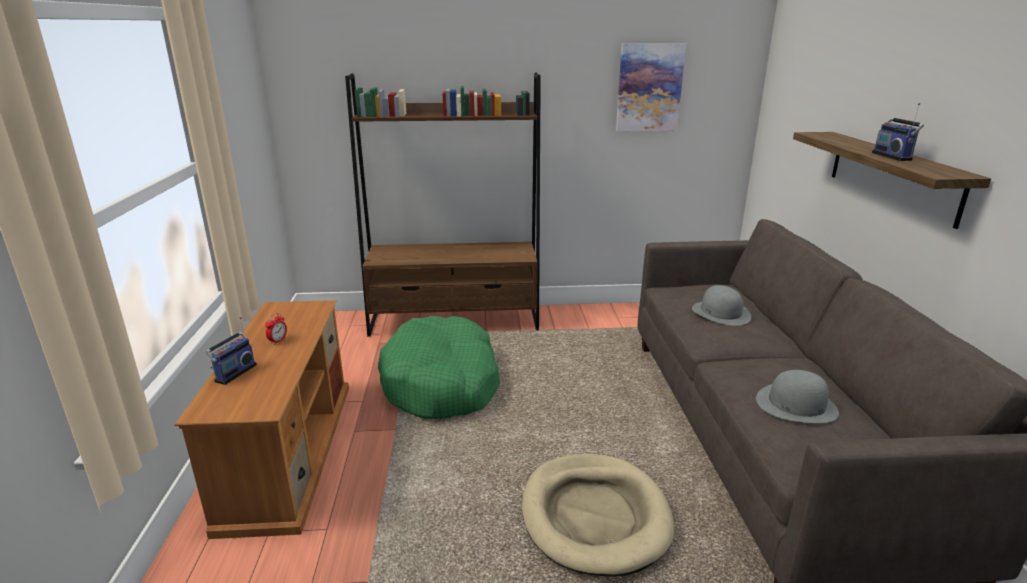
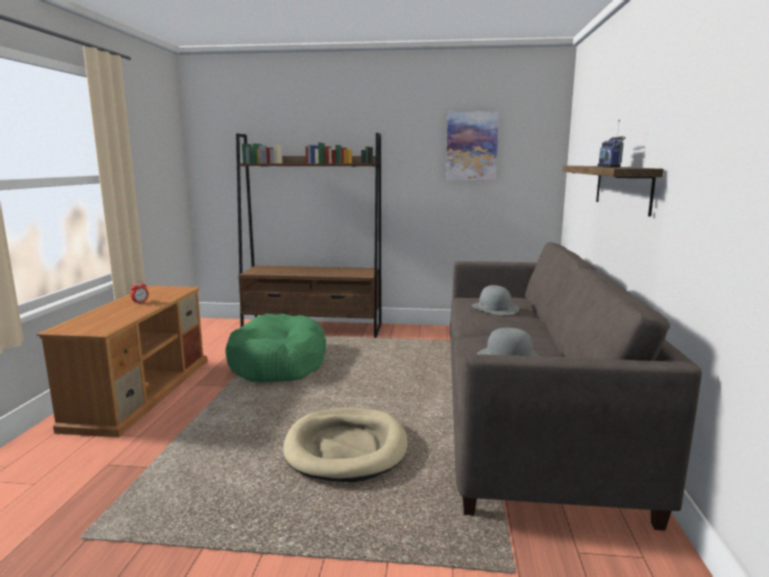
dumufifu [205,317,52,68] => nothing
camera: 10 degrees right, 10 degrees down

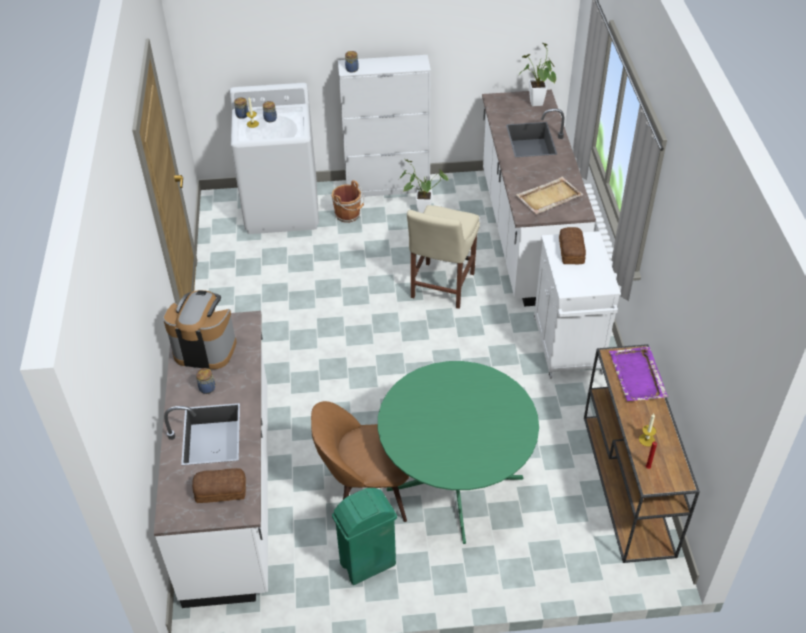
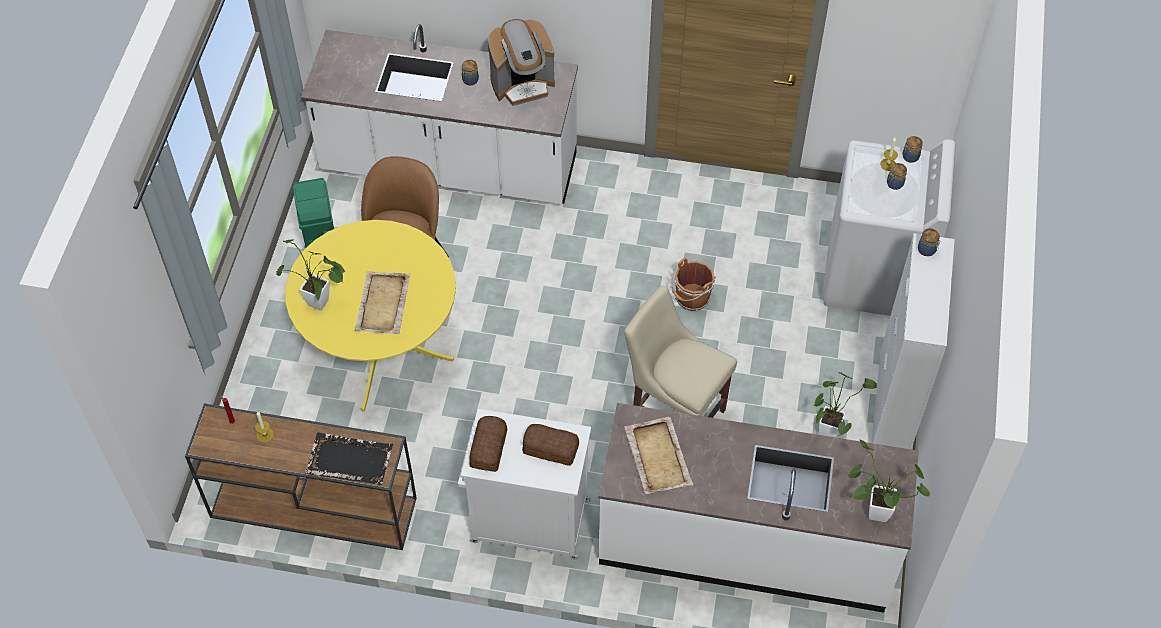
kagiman [163,290,74,80] => kagiman [488,19,67,87], 45 degrees clockwise
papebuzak [192,468,54,35] => papebuzak [469,416,38,56], shifted
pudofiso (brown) [331,180,33,43] => pudofiso (brown) [671,258,45,53], shifted
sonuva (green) [378,361,161,183] => sonuva (yellow) [285,220,171,192]
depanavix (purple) [609,347,59,54] => depanavix (black) [305,432,88,53]
nothing => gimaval [276,239,69,72]
nothing => depanavix (beige) [355,271,55,63]
camera: 105 degrees right, 10 degrees up

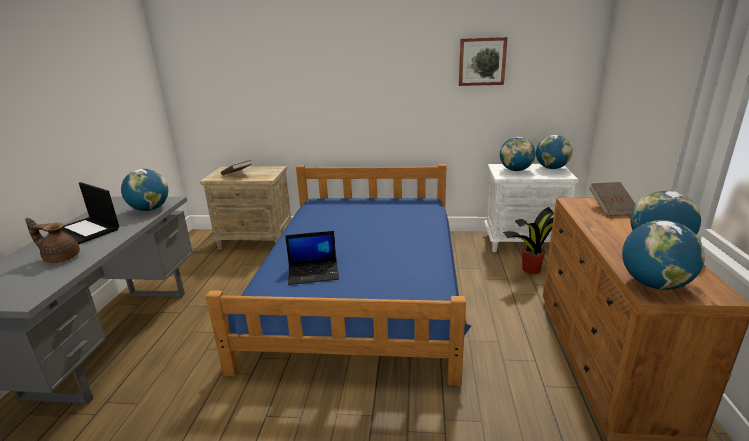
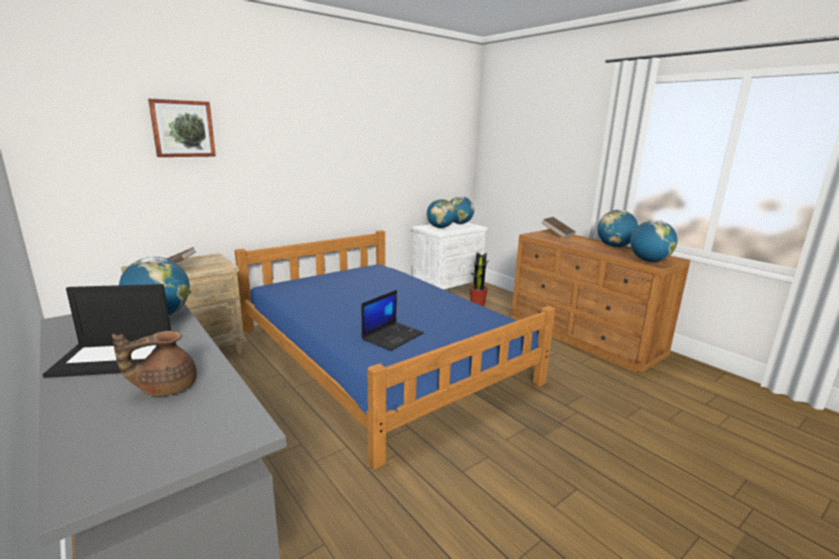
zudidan [459,37,49,49] => zudidan [148,99,68,58], shifted
camera: 45 degrees left, 5 degrees down

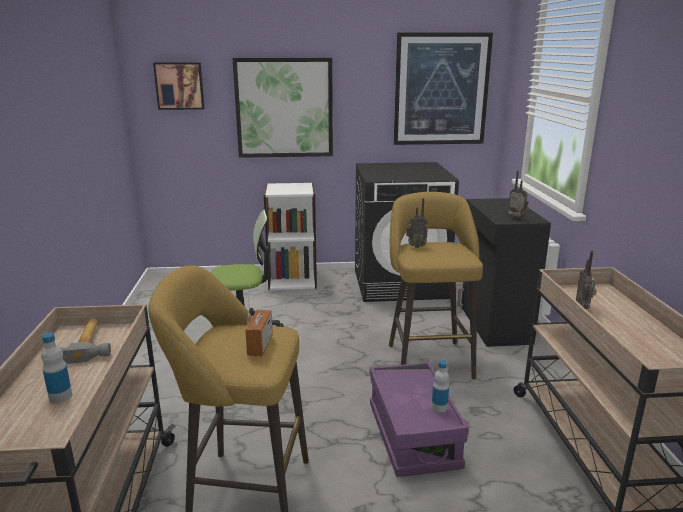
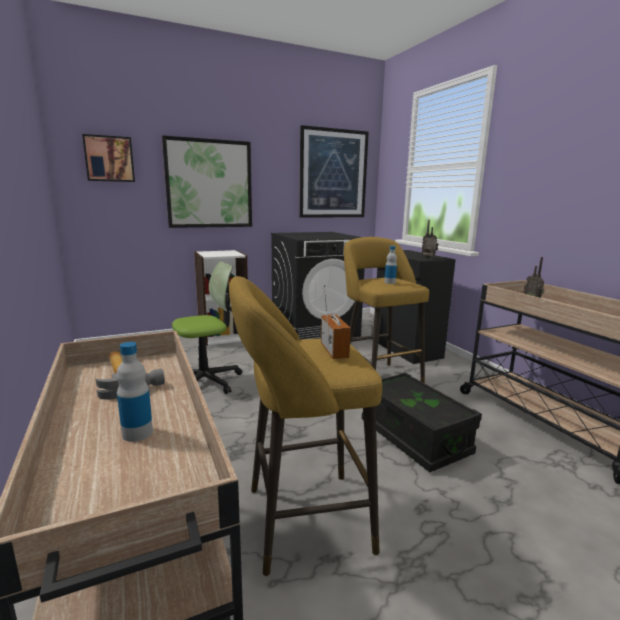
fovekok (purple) [369,361,100,116] => fovekok (black) [362,372,120,100]
dumufifu [406,198,22,50] => nothing
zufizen [432,360,17,53] => zufizen [384,246,13,38], shifted
camera: 20 degrees left, 5 degrees down

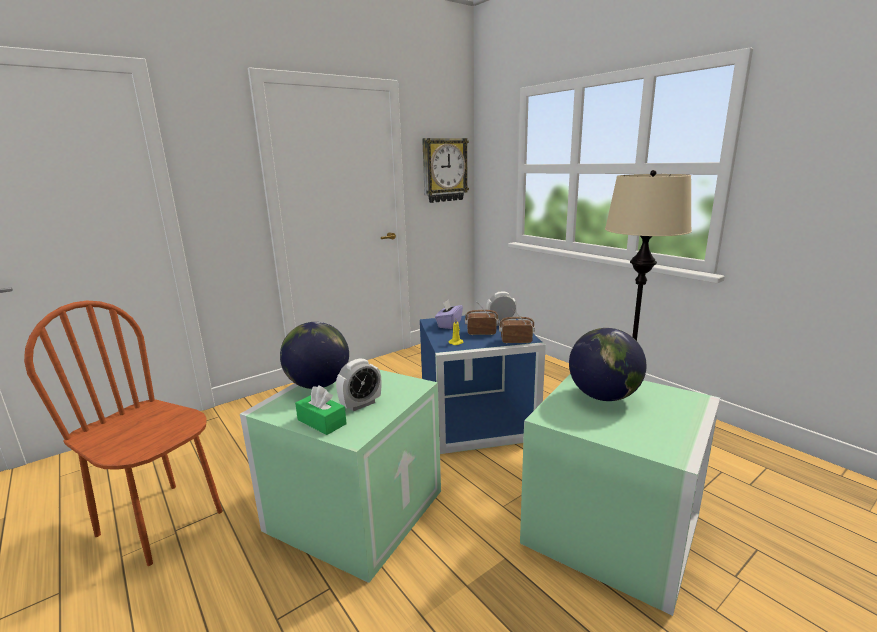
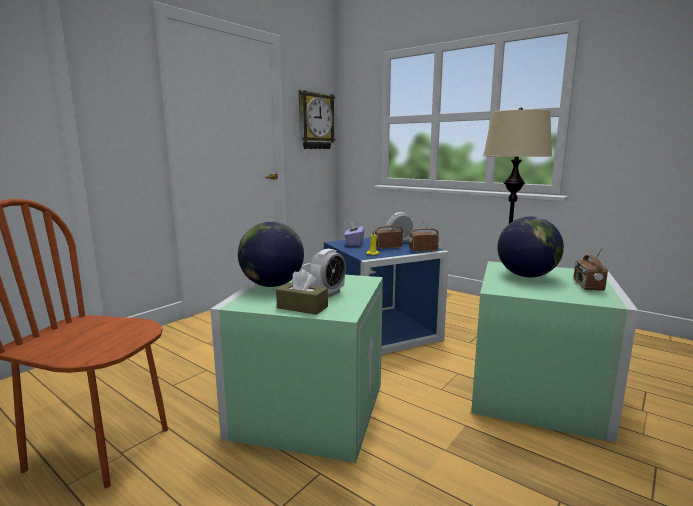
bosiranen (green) [295,385,52,50] => bosiranen (brown) [276,269,52,46]
nothing => dumufifu [574,246,34,45]
camera: 15 degrees left, 5 degrees down

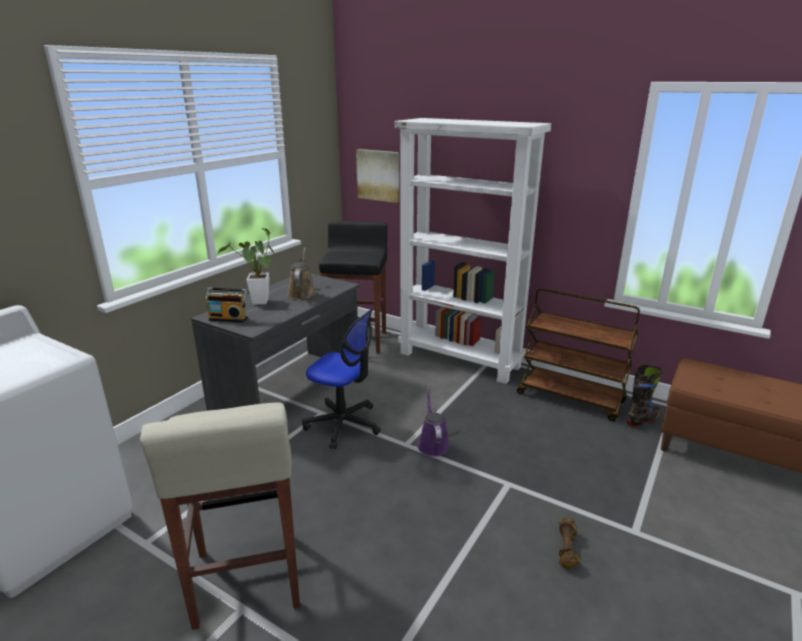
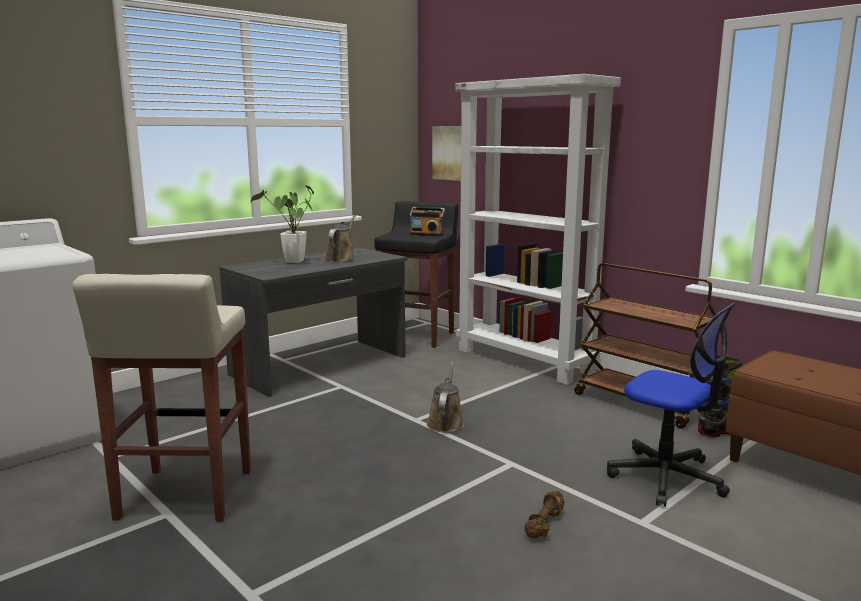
dumufifu [205,287,42,36] => dumufifu [410,207,35,29], shifted
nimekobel [302,308,79,141] => nimekobel [607,302,129,205], shifted
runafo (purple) [418,387,32,70] => runafo (brown) [427,362,37,71]
camera: 15 degrees right, 10 degrees down

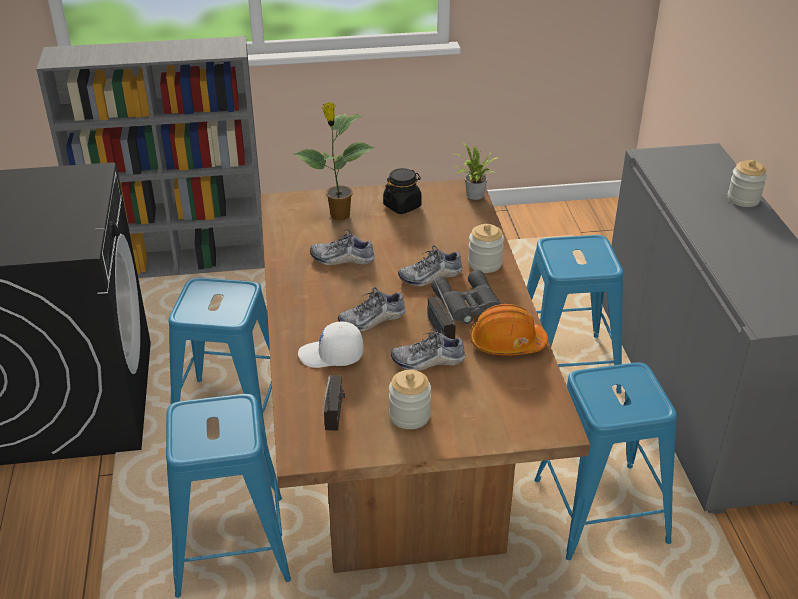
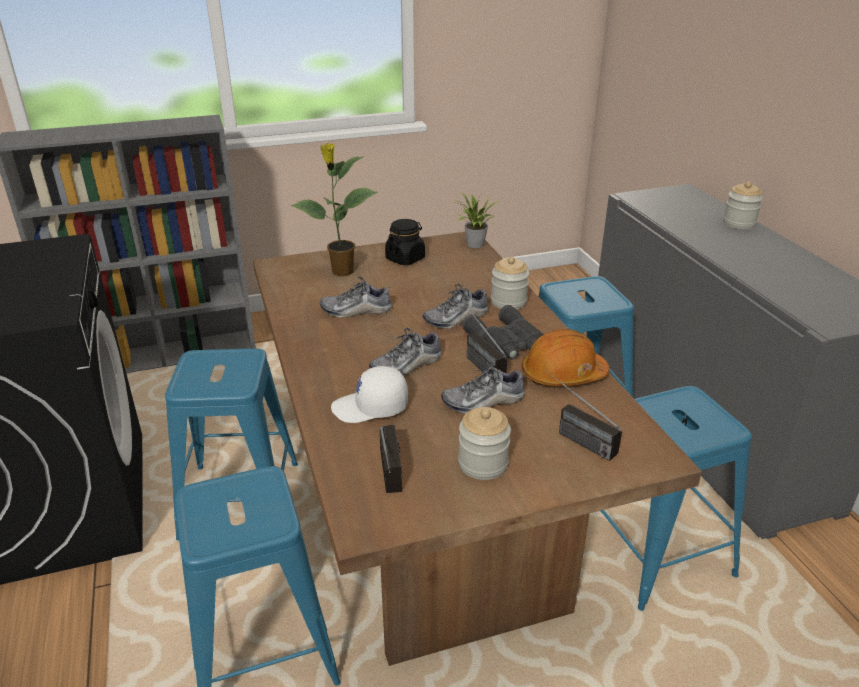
nothing => dumufifu [545,370,77,91]
camera: 10 degrees left, 5 degrees down

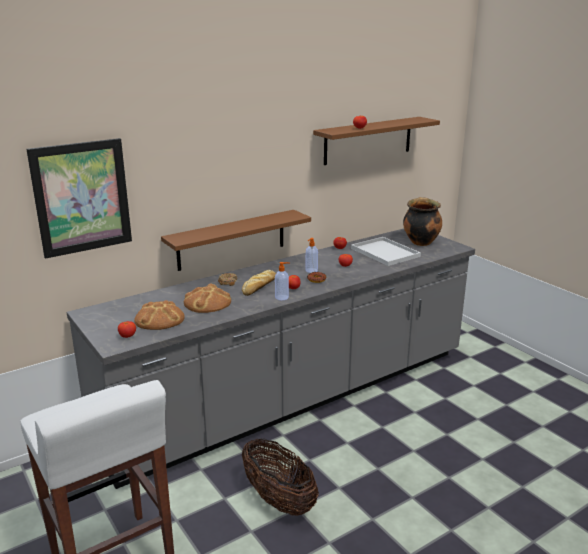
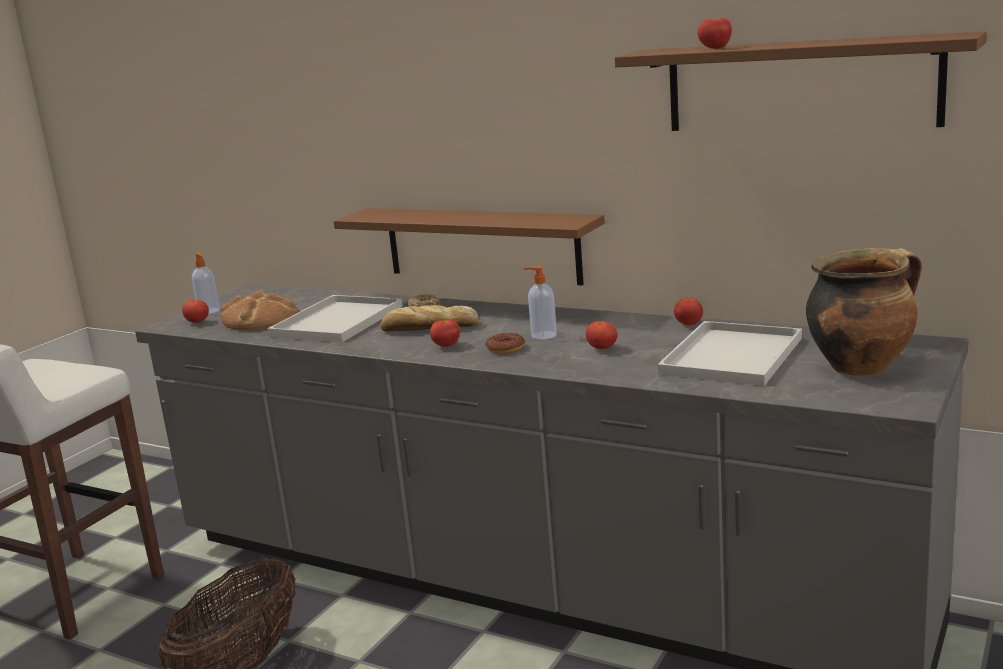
zudidan [26,138,106,121] => nothing
papebuzak [184,283,47,30] => depanavix (white) [268,295,135,47]
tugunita [275,262,15,38] => tugunita [192,253,28,61], shifted
camera: 65 degrees right, 5 degrees down

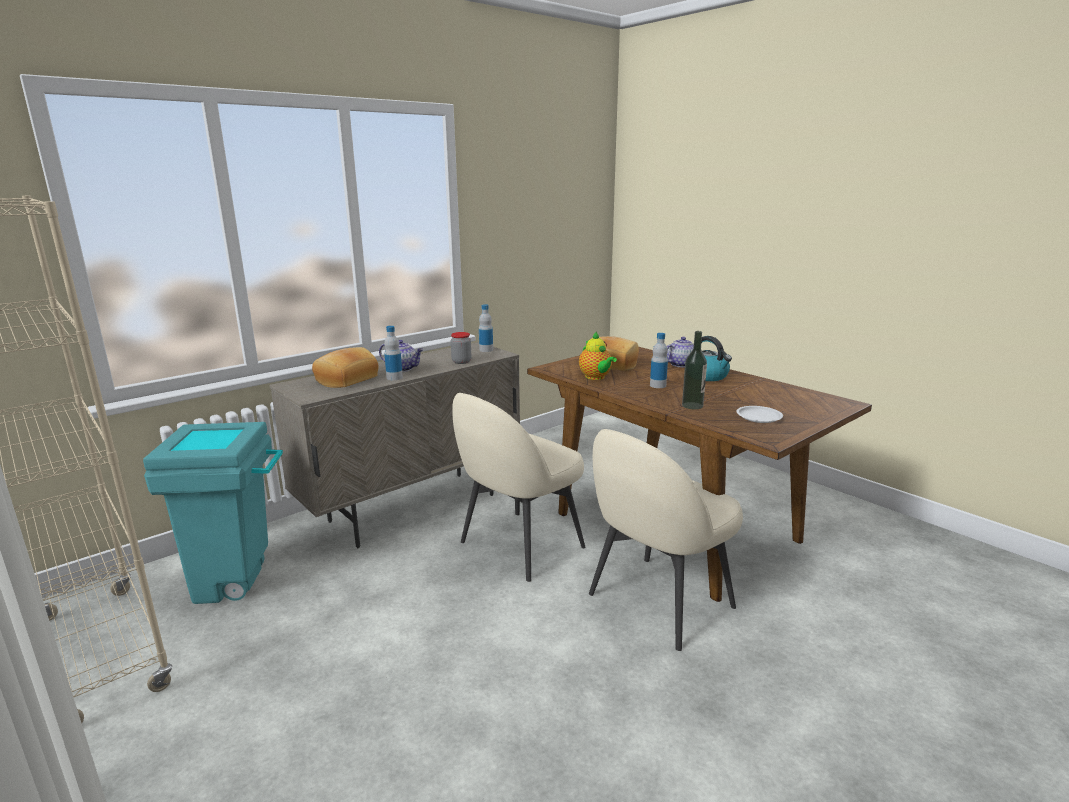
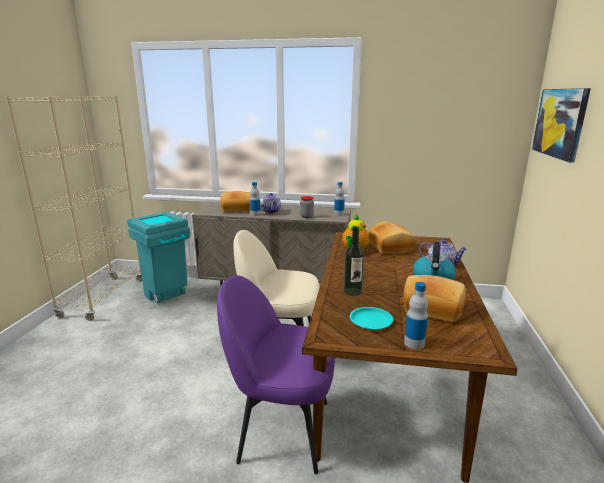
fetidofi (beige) [589,429,154,222] => fetidofi (purple) [217,275,118,199]
zufizen [650,333,18,55] => zufizen [404,282,24,67], shifted
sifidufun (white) [736,406,47,17] => sifidufun (turquoise) [350,307,43,22]
nothing => papebuzak [403,275,63,47]
nothing => zudidan [532,88,59,75]
camera: 50 degrees right, 0 degrees up

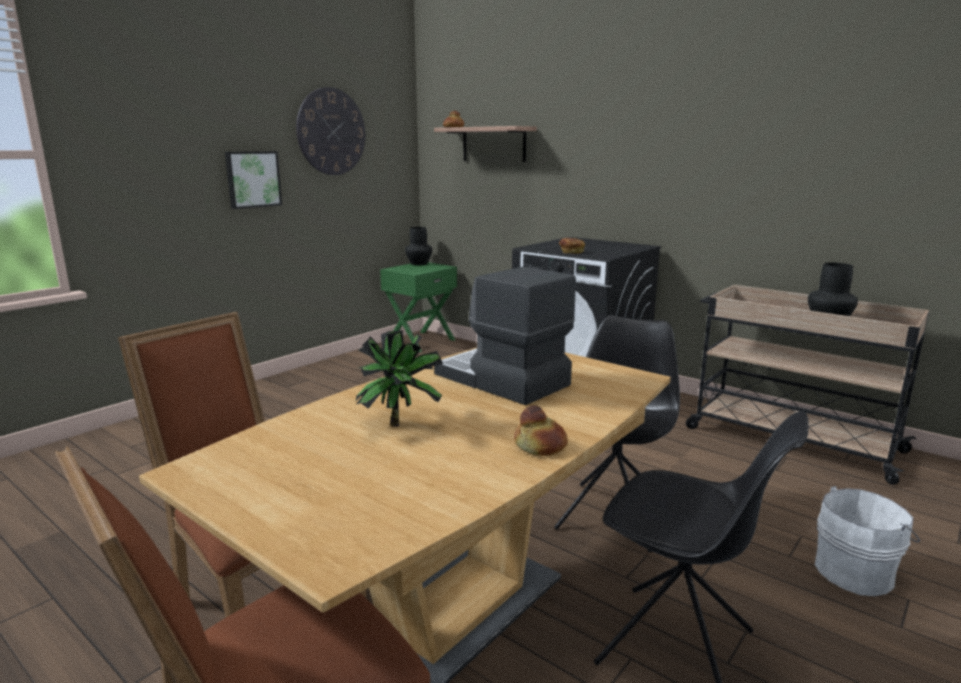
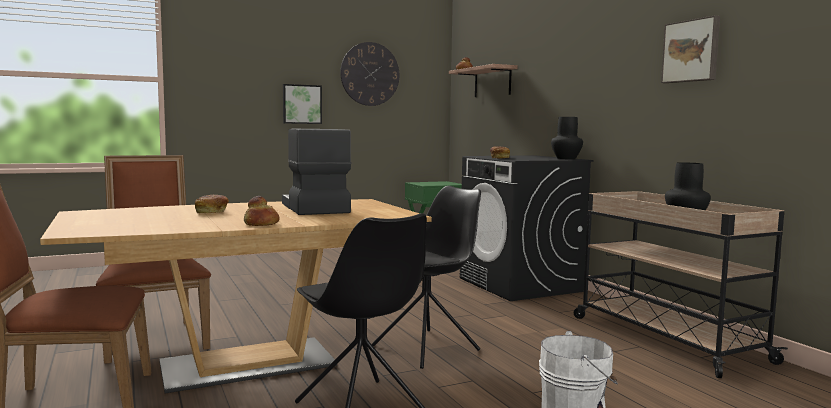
gimaval [356,330,87,97] => papebuzak [195,195,34,18]
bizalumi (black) [405,227,27,38] => bizalumi (black) [551,117,32,42], shifted
nothing => zudidan [661,15,59,68]
camera: 25 degrees right, 10 degrees down

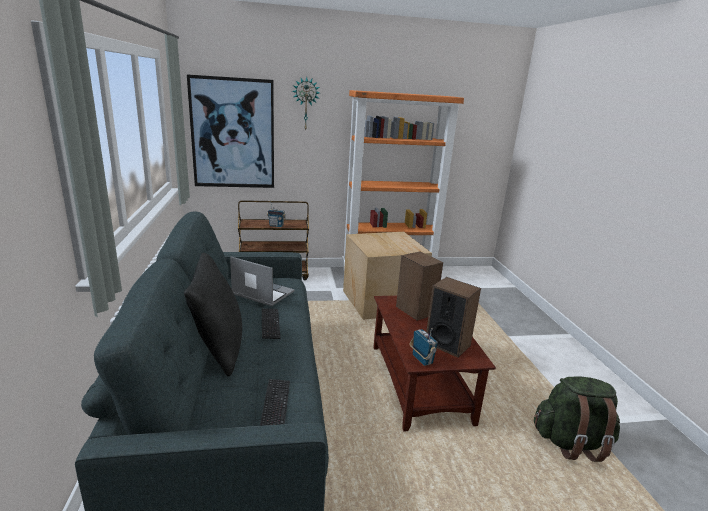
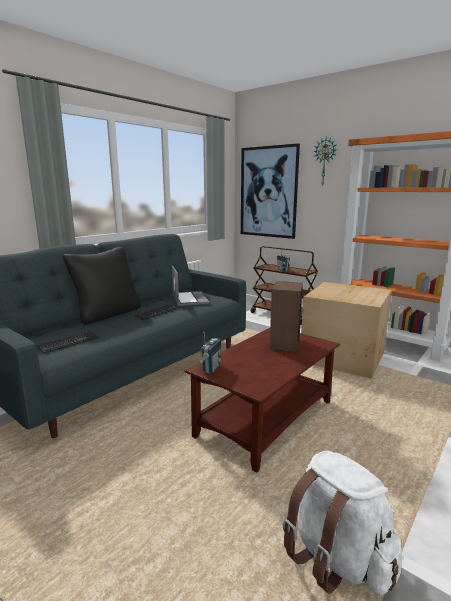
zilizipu [426,277,55,81] => nothing
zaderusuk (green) [534,376,86,86] => zaderusuk (white) [283,451,119,144]
camera: 50 degrees right, 5 degrees down

